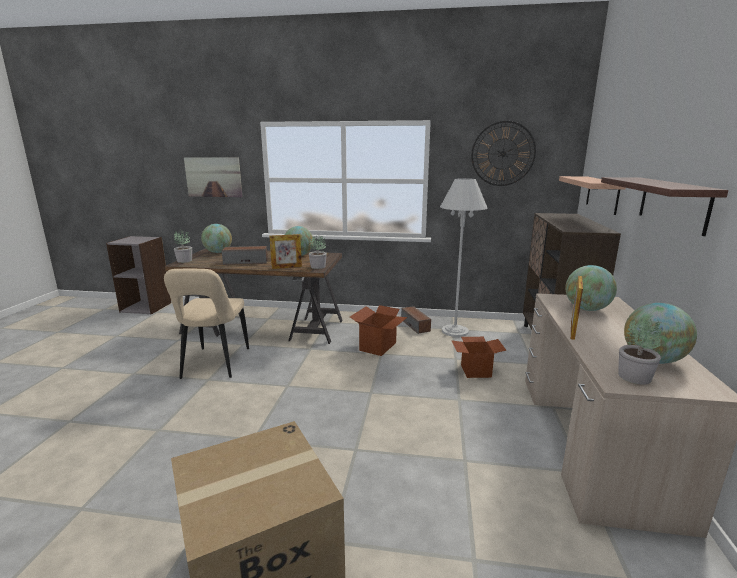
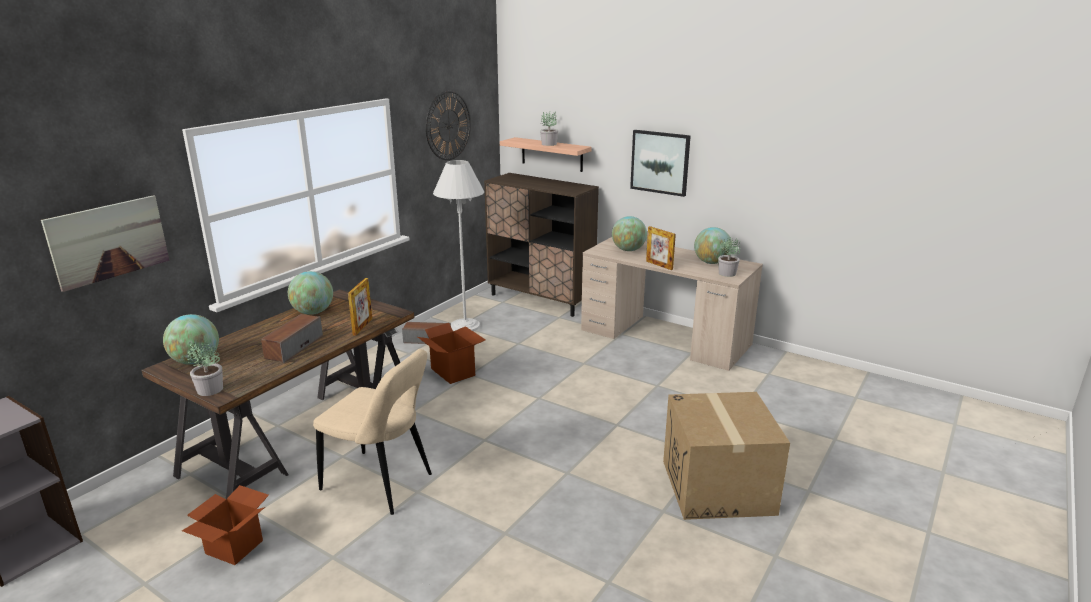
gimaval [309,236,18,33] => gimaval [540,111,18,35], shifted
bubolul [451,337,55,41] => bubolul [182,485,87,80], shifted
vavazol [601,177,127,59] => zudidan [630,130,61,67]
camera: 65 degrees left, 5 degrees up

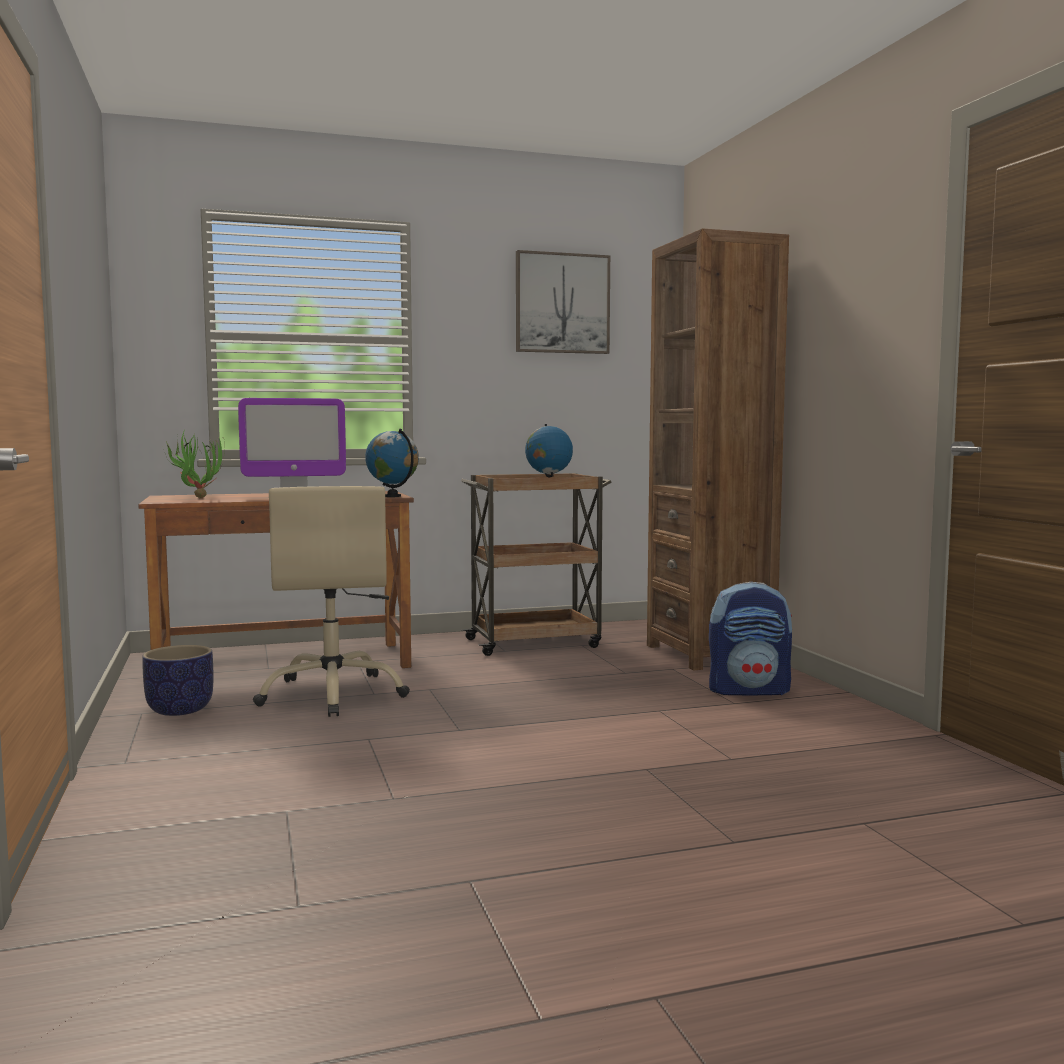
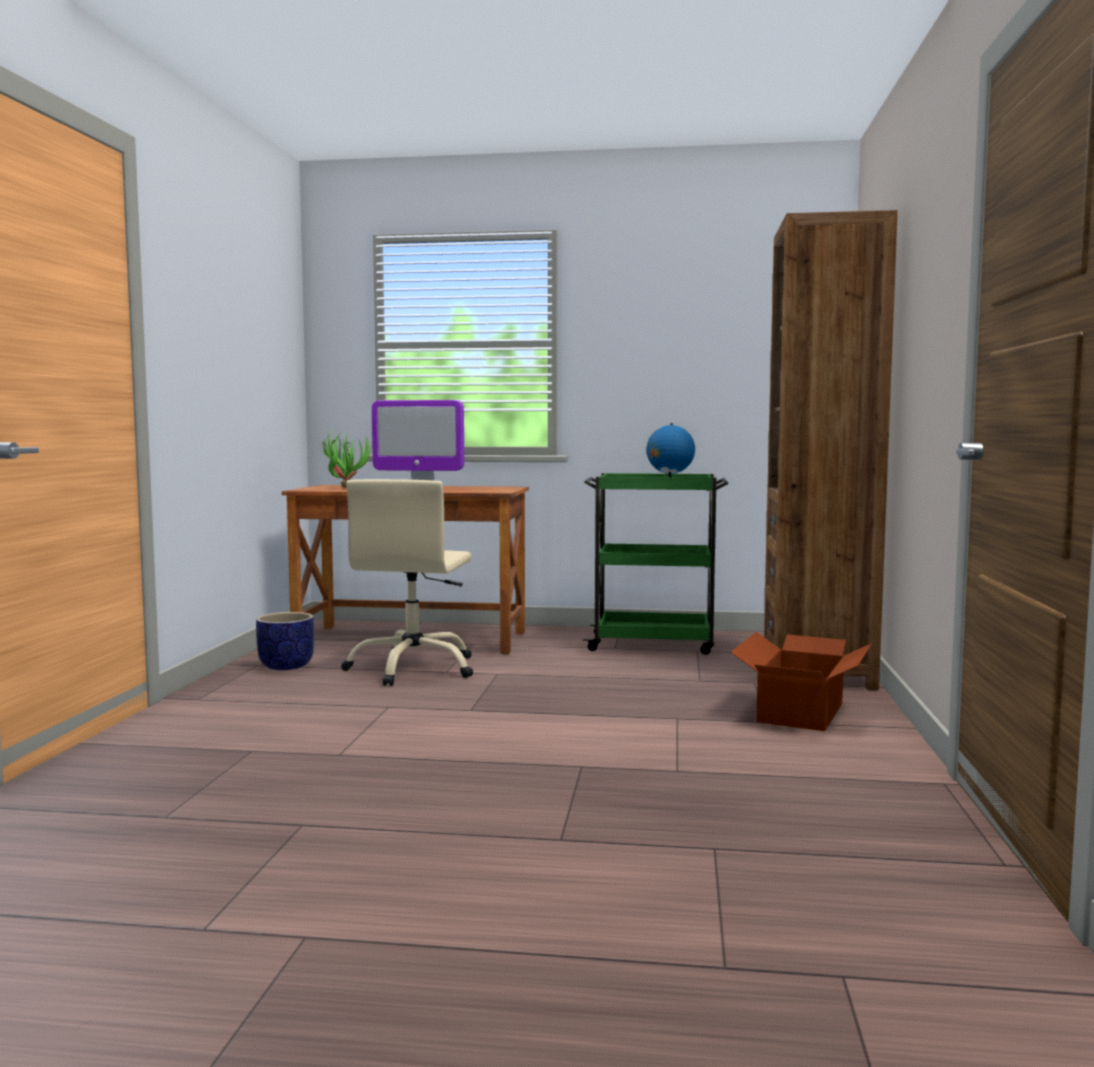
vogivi [365,429,54,68] => nothing
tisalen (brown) [461,473,151,183] => tisalen (green) [583,473,146,182]
zudidan [516,250,94,104] => nothing
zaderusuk [709,582,83,114] => bubolul [730,632,142,99]
camera: 25 degrees right, 0 degrees up

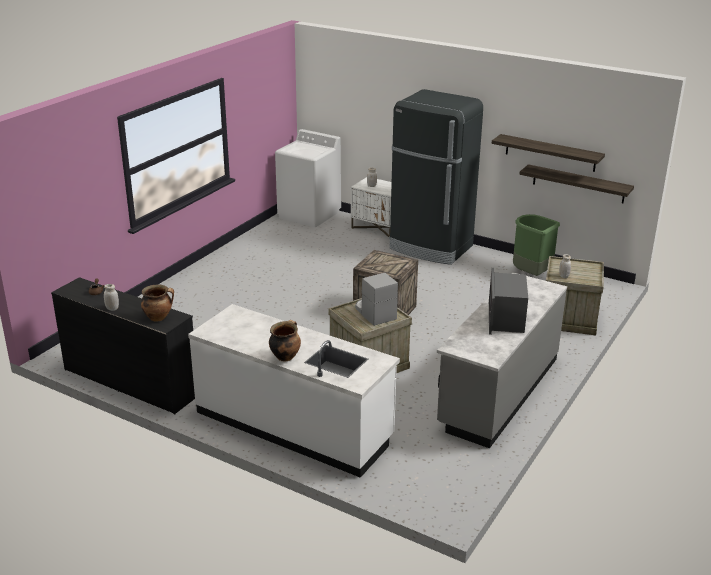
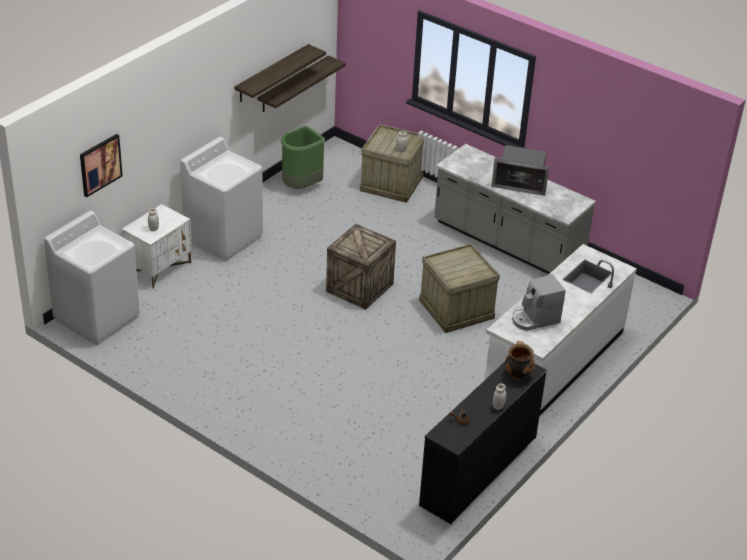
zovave [269,320,32,41] => nothing
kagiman [355,273,43,53] => kagiman [512,274,54,57], shifted
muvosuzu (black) [389,89,94,176] => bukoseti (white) [180,137,83,124]
nothing => zudidan [80,134,43,63]
camera: 85 degrees left, 10 degrees up

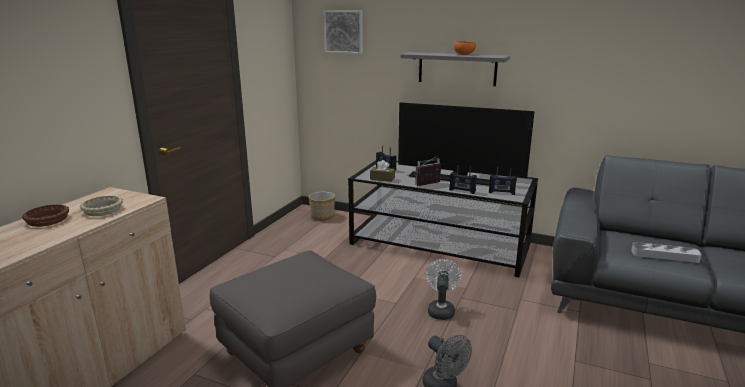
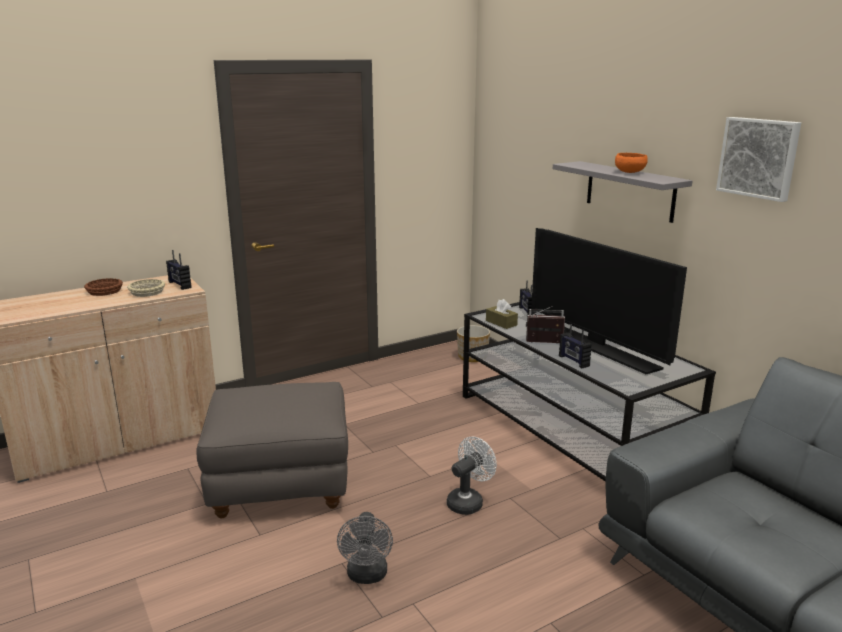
zudidan [324,11,39,43] => zudidan [716,117,85,85], shifted
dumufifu [489,167,28,28] => dumufifu [166,250,26,40], shifted
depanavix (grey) [631,242,70,21] => nothing
camera: 35 degrees right, 0 degrees up

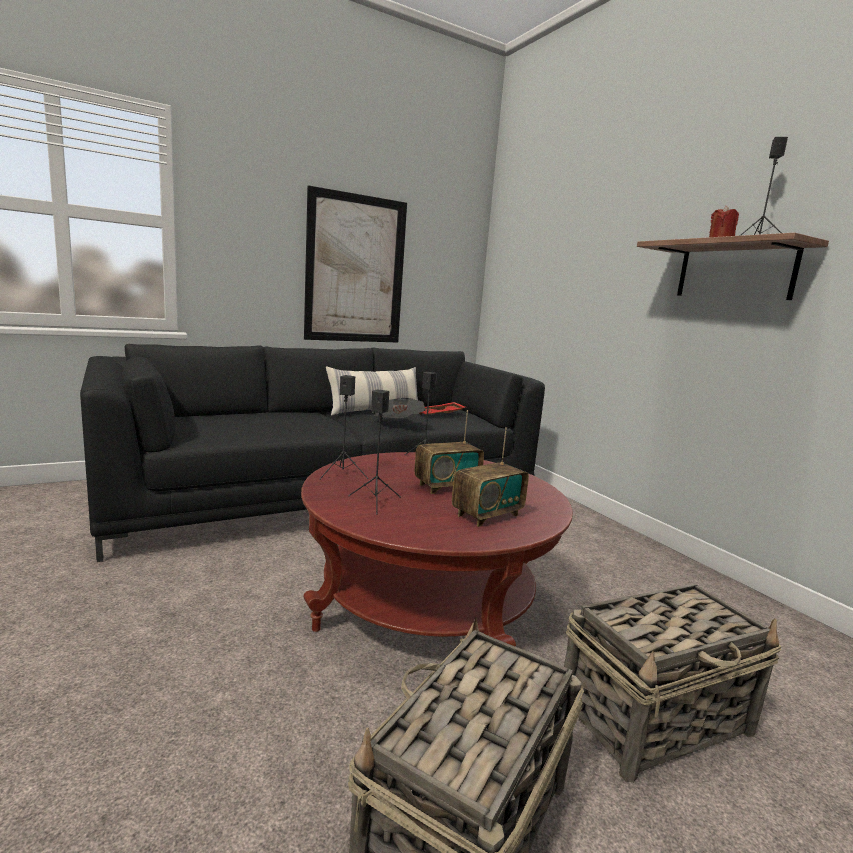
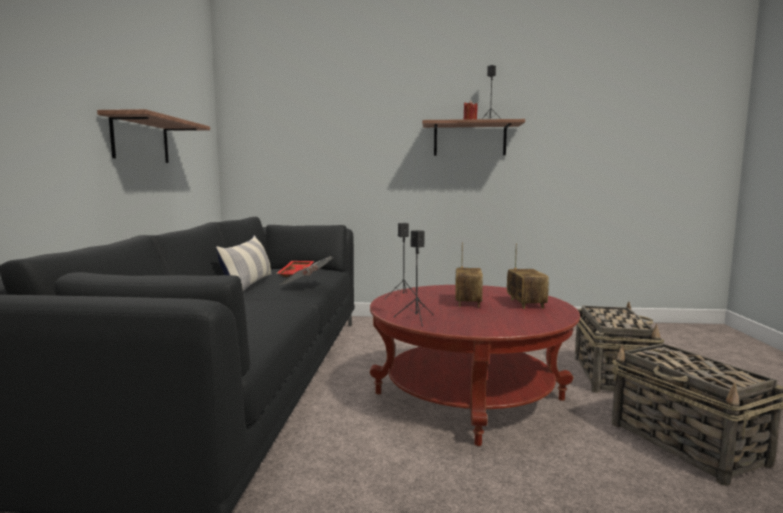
zudidan [304,185,103,157] => vavazol [97,109,113,54]
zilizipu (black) [348,389,53,126] => nothing
camera: 55 degrees left, 5 degrees down

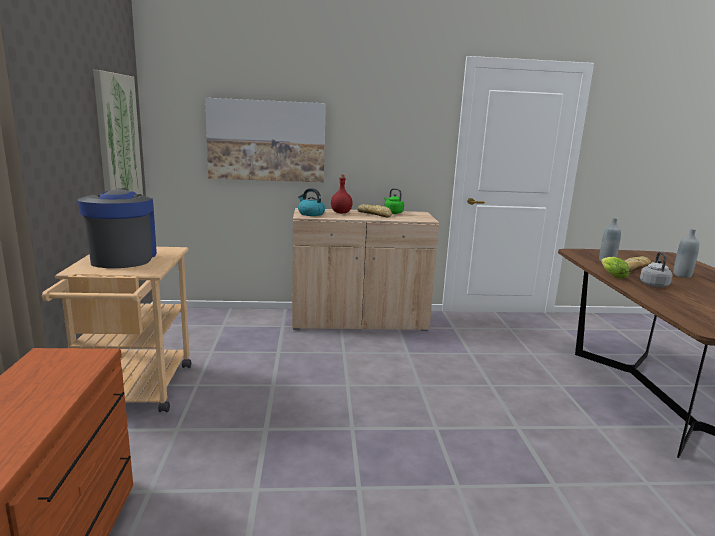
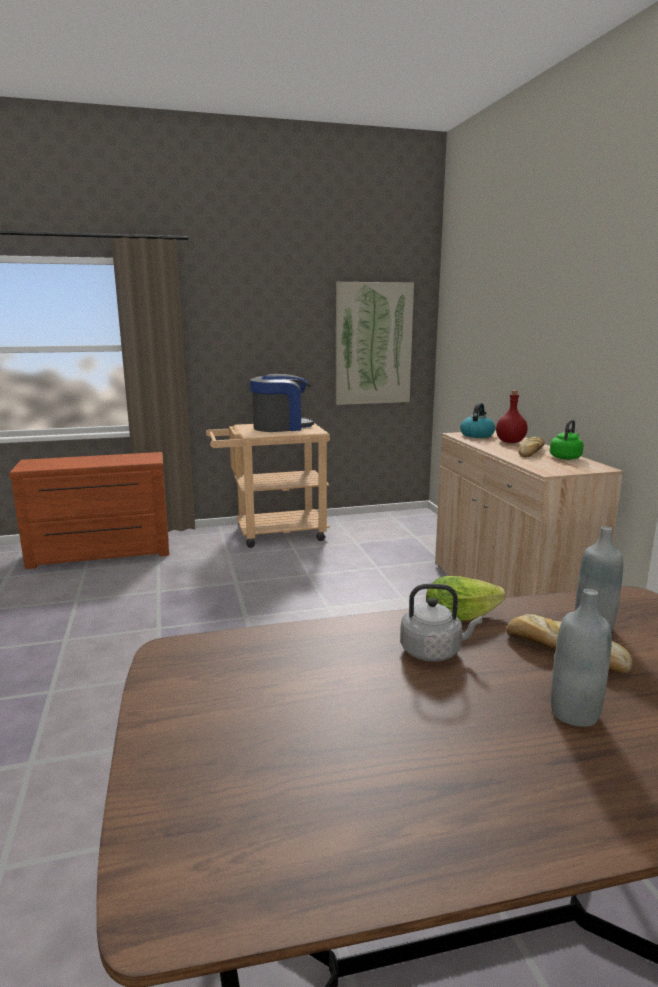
zudidan [205,98,121,84] => nothing
camera: 80 degrees right, 0 degrees up

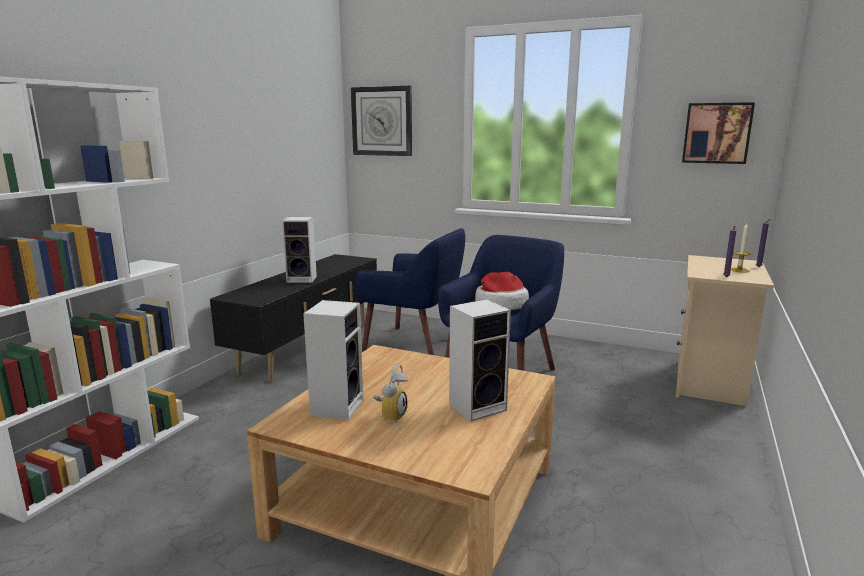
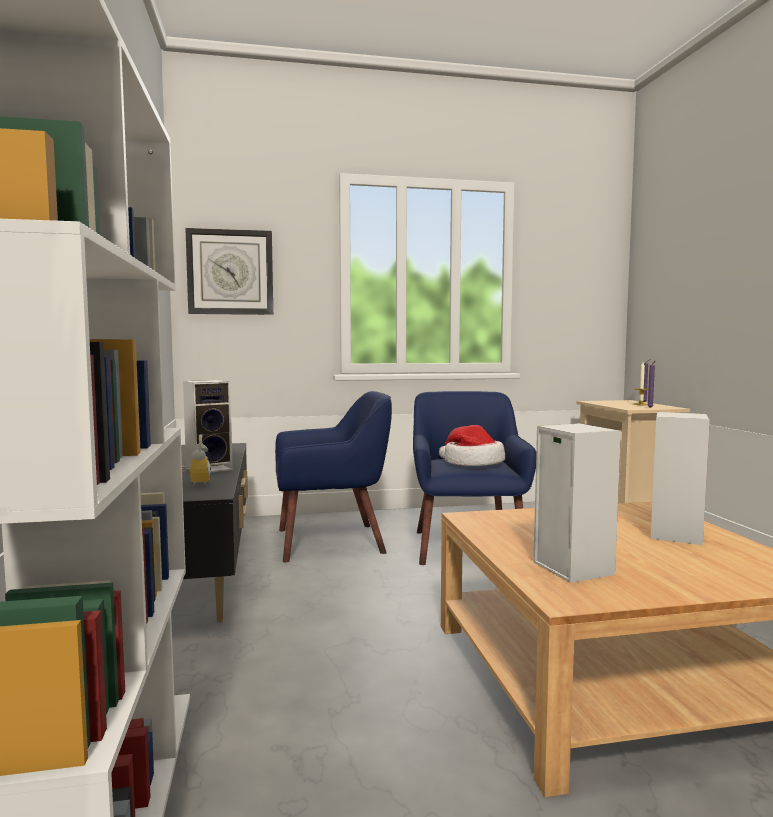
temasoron [373,365,35,58] => temasoron [182,435,29,51], shifted
zudidan [682,102,73,62] => nothing
camera: 35 degrees left, 10 degrees down

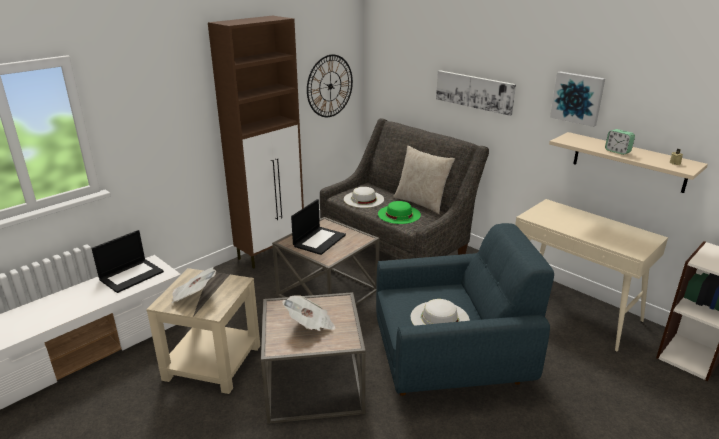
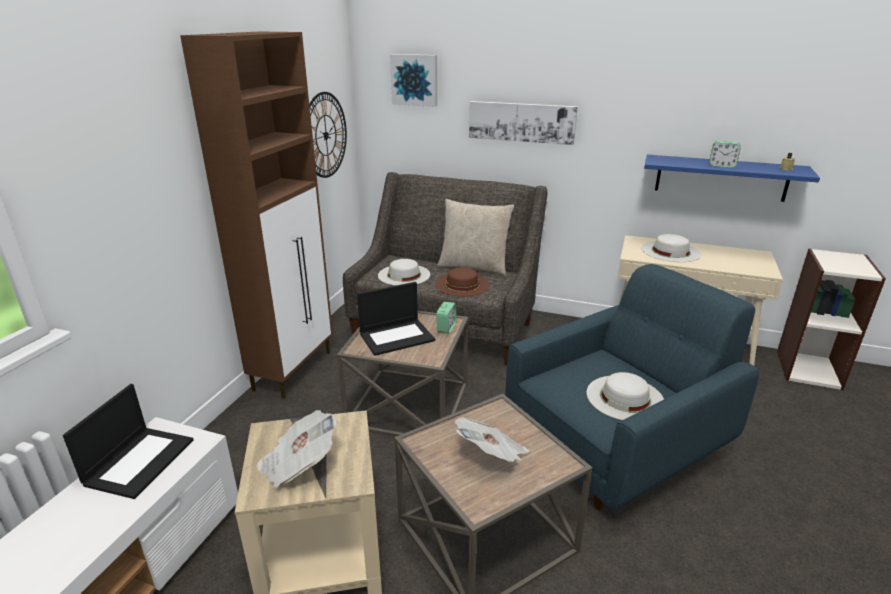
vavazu [291,199,55,56] => vavazu [357,282,78,74], 60 degrees clockwise
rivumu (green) [378,201,43,23] => rivumu (brown) [435,268,55,28]
vavazol (beige) [549,132,159,61] => vavazol (blue) [644,155,176,47]
zudidan [550,71,55,56] => zudidan [390,54,47,53], shifted
nothing => temasoron [436,302,21,32]
nothing => rivumu (white) [641,234,60,28]
camera: 25 degrees left, 0 degrees up

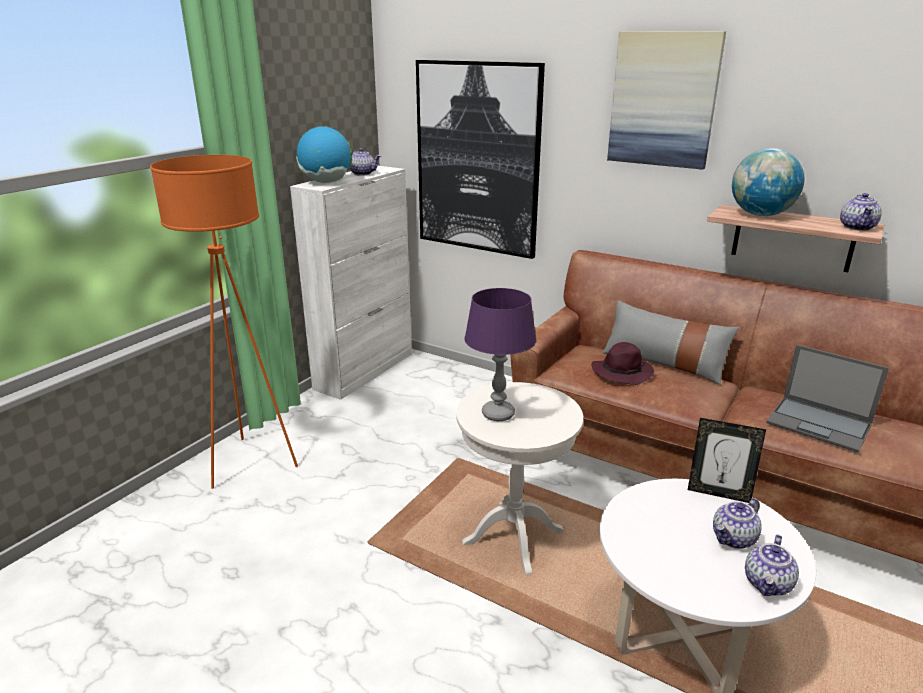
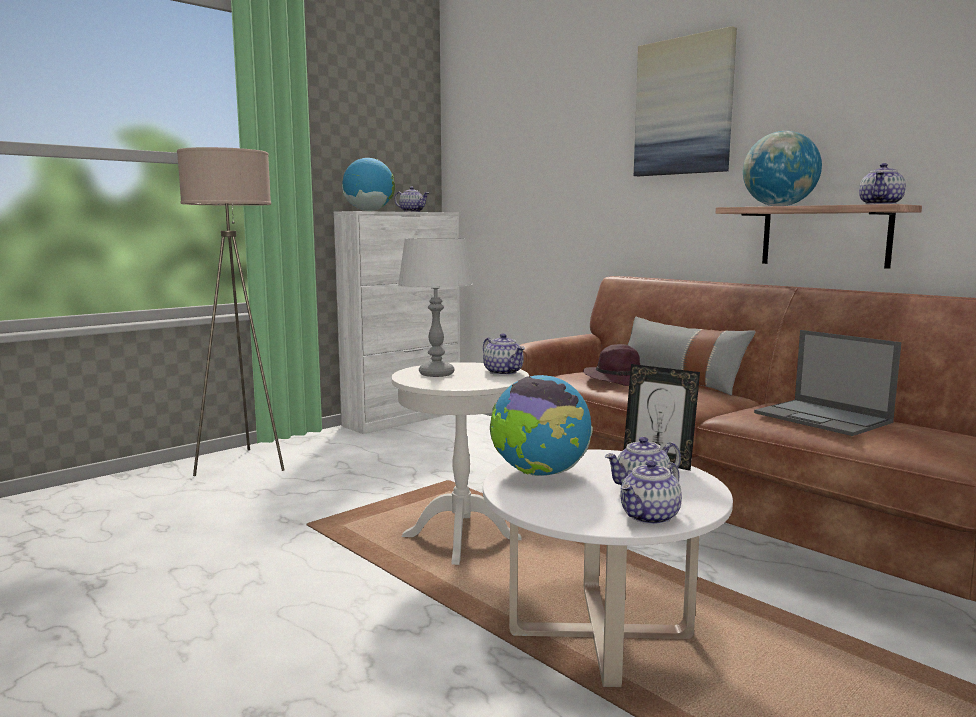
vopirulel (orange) [150,155,148,334] => vopirulel (beige) [177,147,107,329]
zudidan [416,60,129,199] => nothing
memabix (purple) [464,288,73,133] => memabix (grey) [398,238,75,139]
nothing => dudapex [483,333,42,42]
nothing => vogivi [490,375,103,101]
camera: 15 degrees right, 15 degrees down

